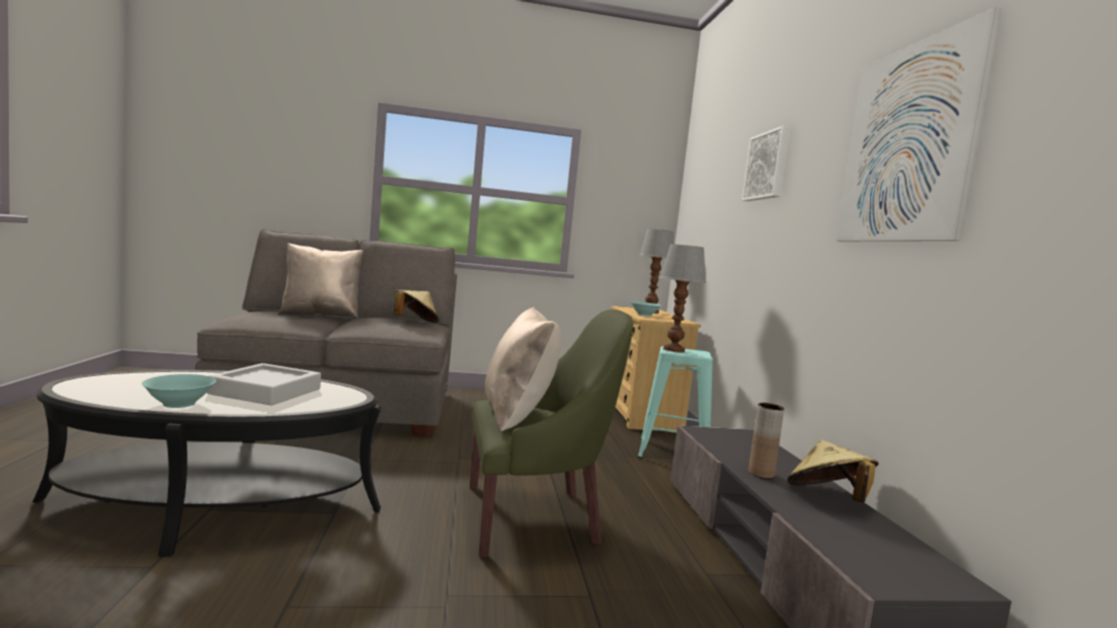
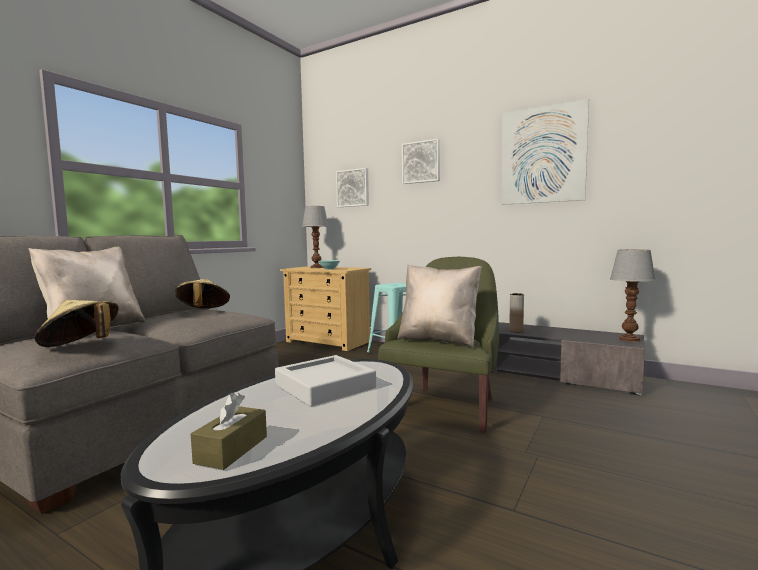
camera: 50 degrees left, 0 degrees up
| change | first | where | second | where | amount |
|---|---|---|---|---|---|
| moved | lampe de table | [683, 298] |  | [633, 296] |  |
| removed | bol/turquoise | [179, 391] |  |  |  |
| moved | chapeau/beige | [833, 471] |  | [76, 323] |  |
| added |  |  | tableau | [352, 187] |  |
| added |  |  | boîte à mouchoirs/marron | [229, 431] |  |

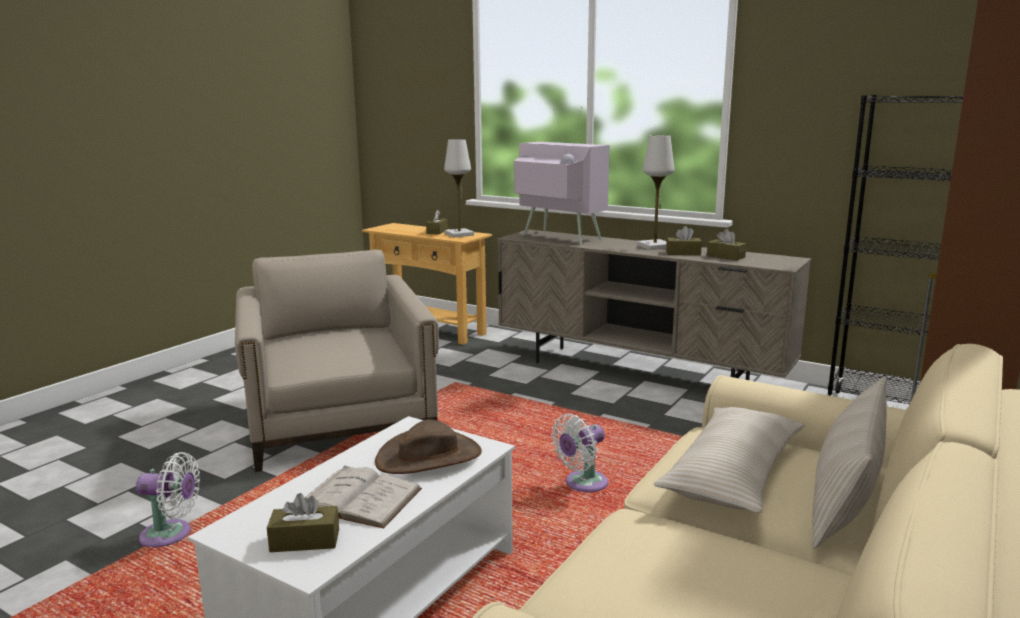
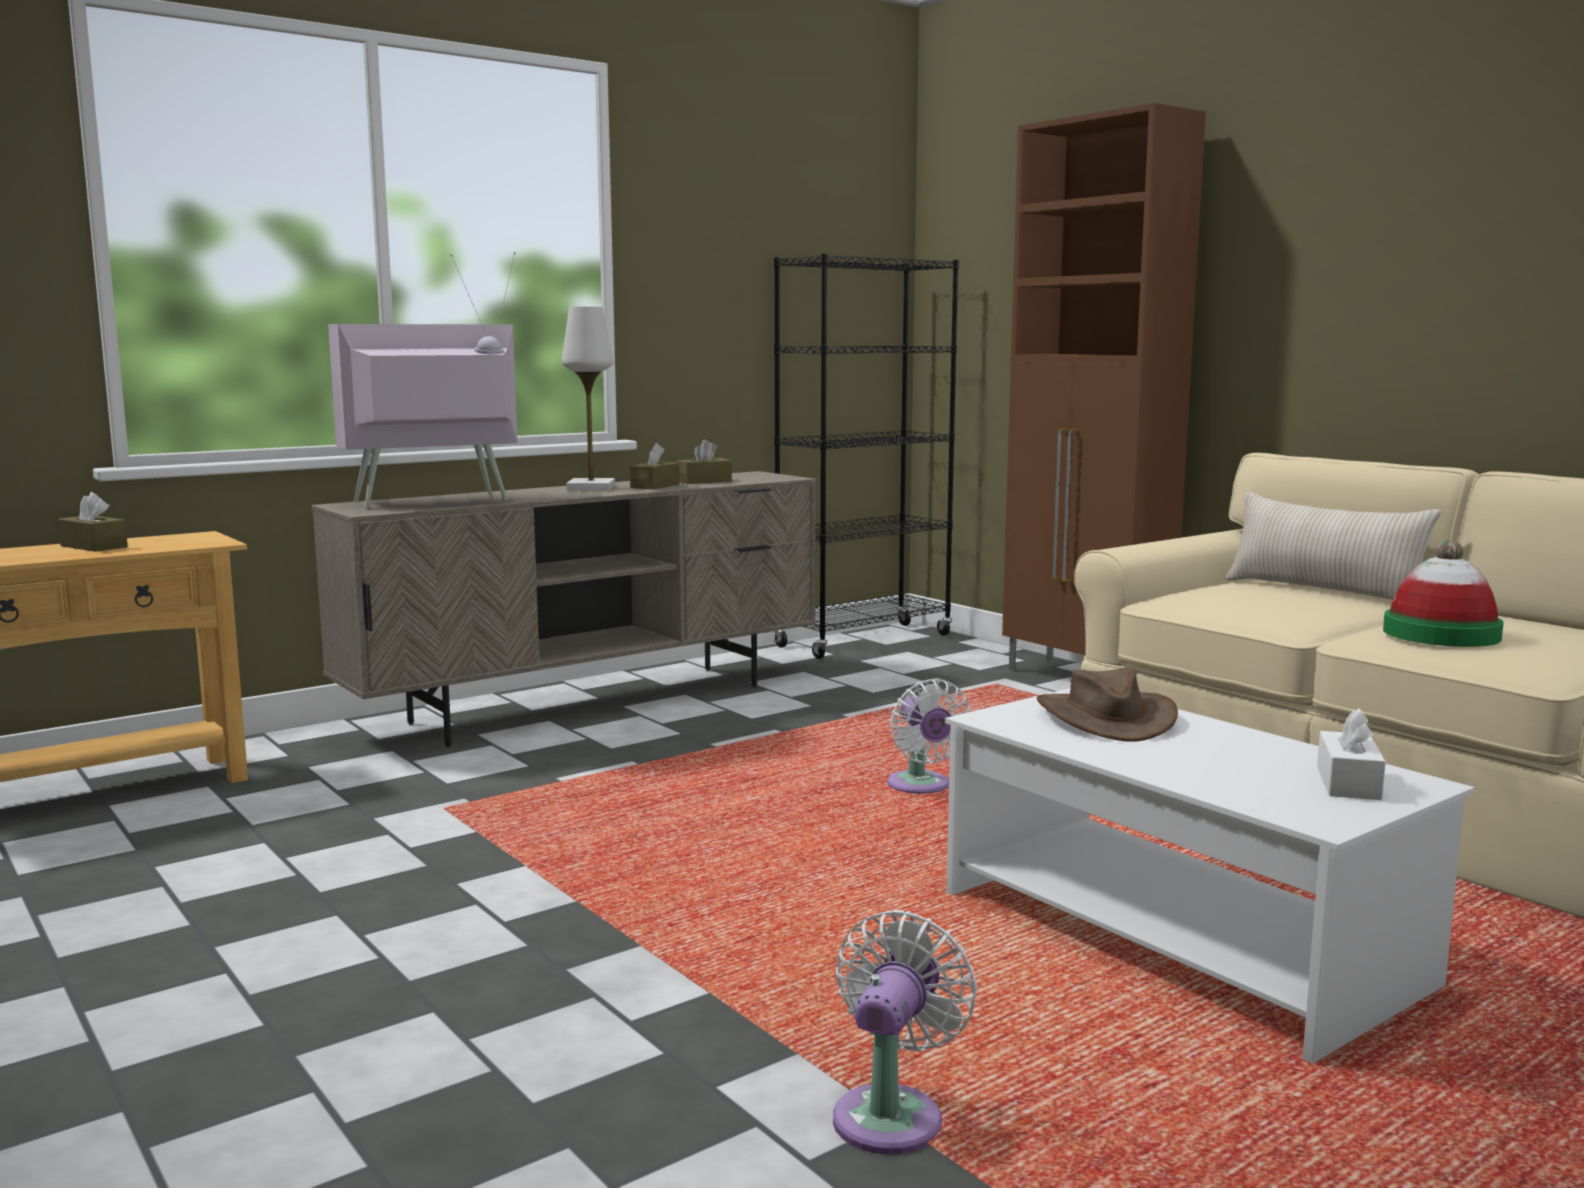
camera: 70 degrees left, 5 degrees down
| change | first | where | second | where | amount |
|---|---|---|---|---|---|
| removed | lampe de table/blanc | [459, 188] |  |  |  |
| removed | fauteuil/beige | [337, 360] |  |  |  |
| removed | coussin/beige | [729, 460] |  |  |  |
| removed | livre/blanc | [363, 496] |  |  |  |
| recoloured | boîte à mouchoirs/marron | [303, 522] | boîte à mouchoirs/blanc | [1351, 754] |  |
| added |  |  | chapeau | [1443, 593] |  |

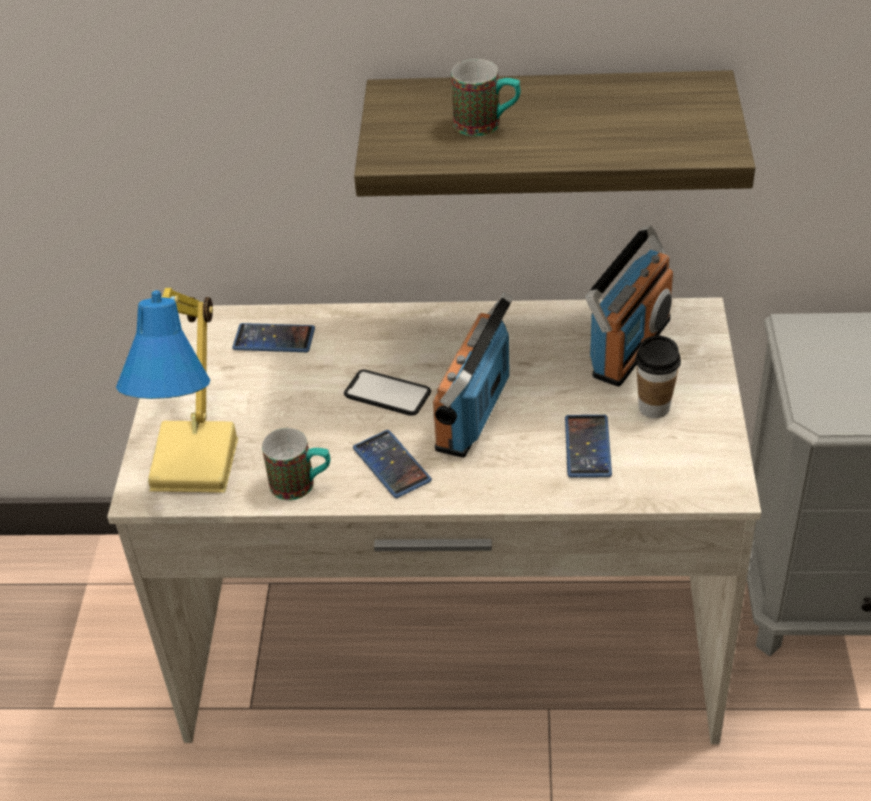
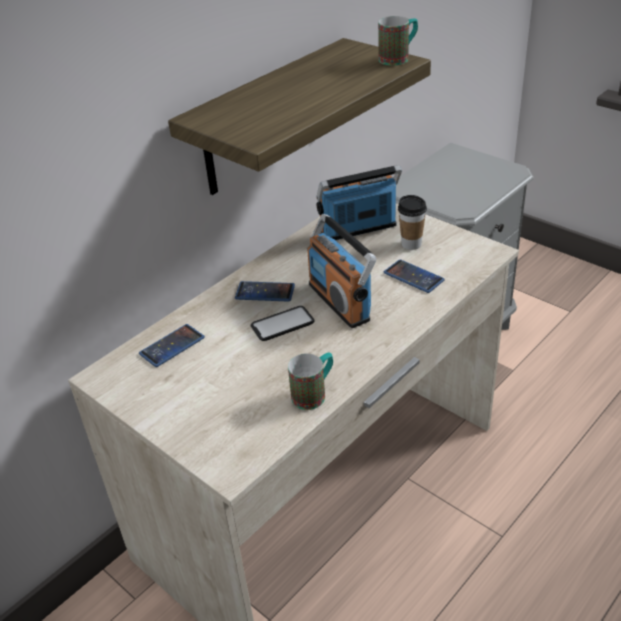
camera: 50 degrees left, 5 degrees down
| change | first | where | second | where | amount |
|---|---|---|---|---|---|
| moved | mug | [486, 97] |  | [398, 40] |  |
| turned | radio | [629, 306] |  | [359, 202] | 90 degrees counterclockwise |
| removed | lampe de table | [177, 390] |  |  |  |
| moved | téléphone | [392, 464] |  | [265, 291] |  |

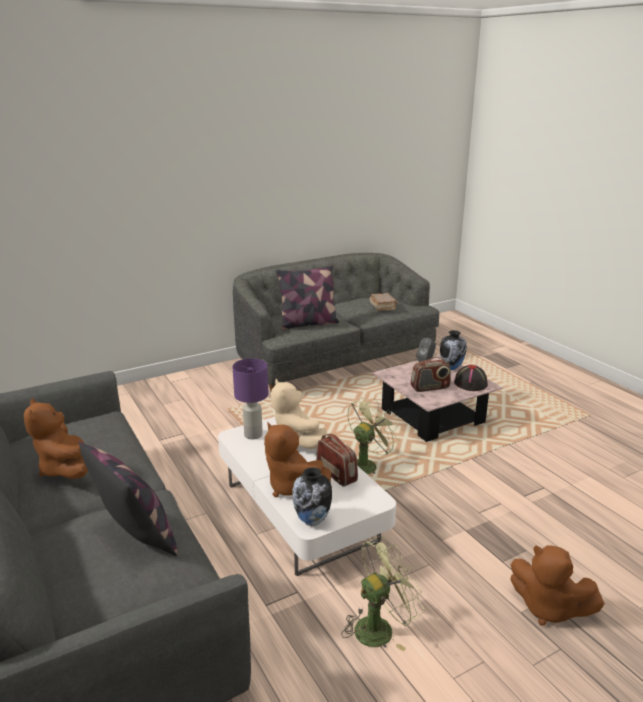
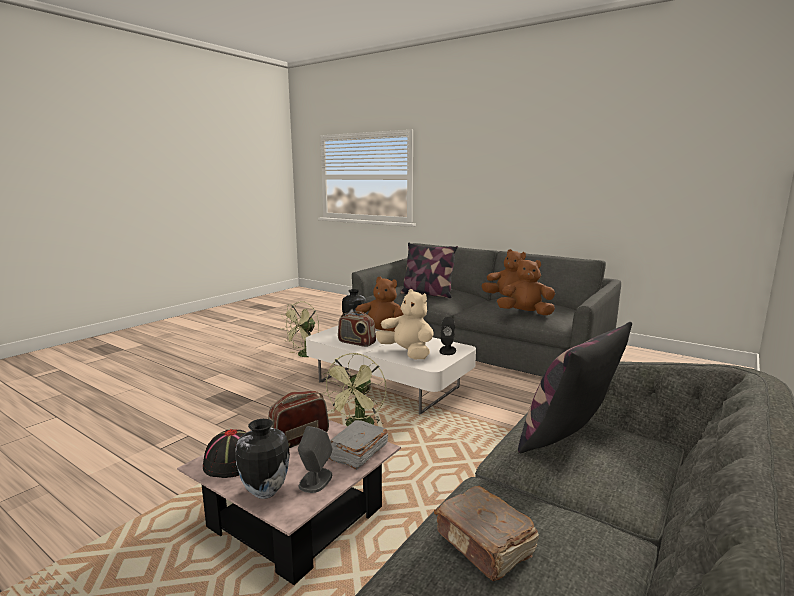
camera: 155 degrees right, 10 degrees down
| change | first | where | second | where | amount |
|---|---|---|---|---|---|
| replaced | lampe de table/violet | [250, 398] | enceinte/noir | [448, 336] |  |
| moved | peluche/marron | [557, 585] |  | [526, 286] |  |
| added |  |  | livre/gris | [358, 445] |  |

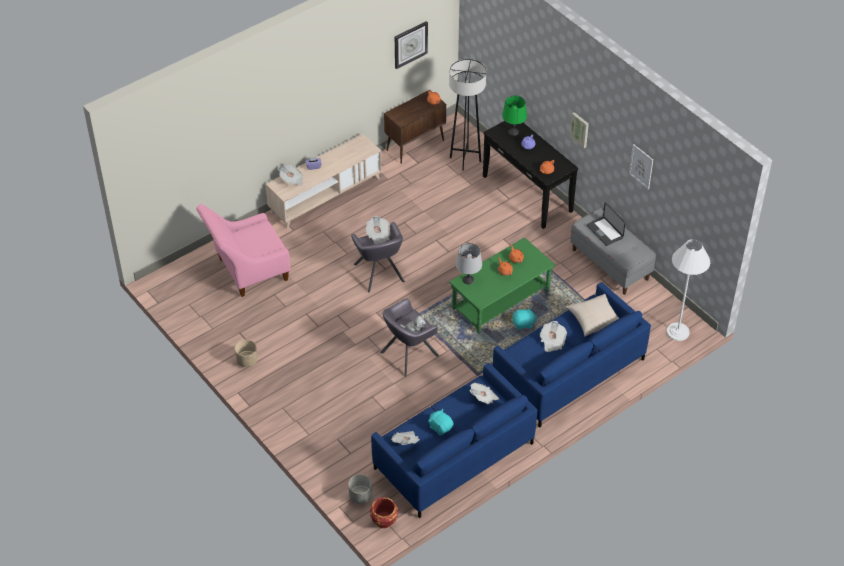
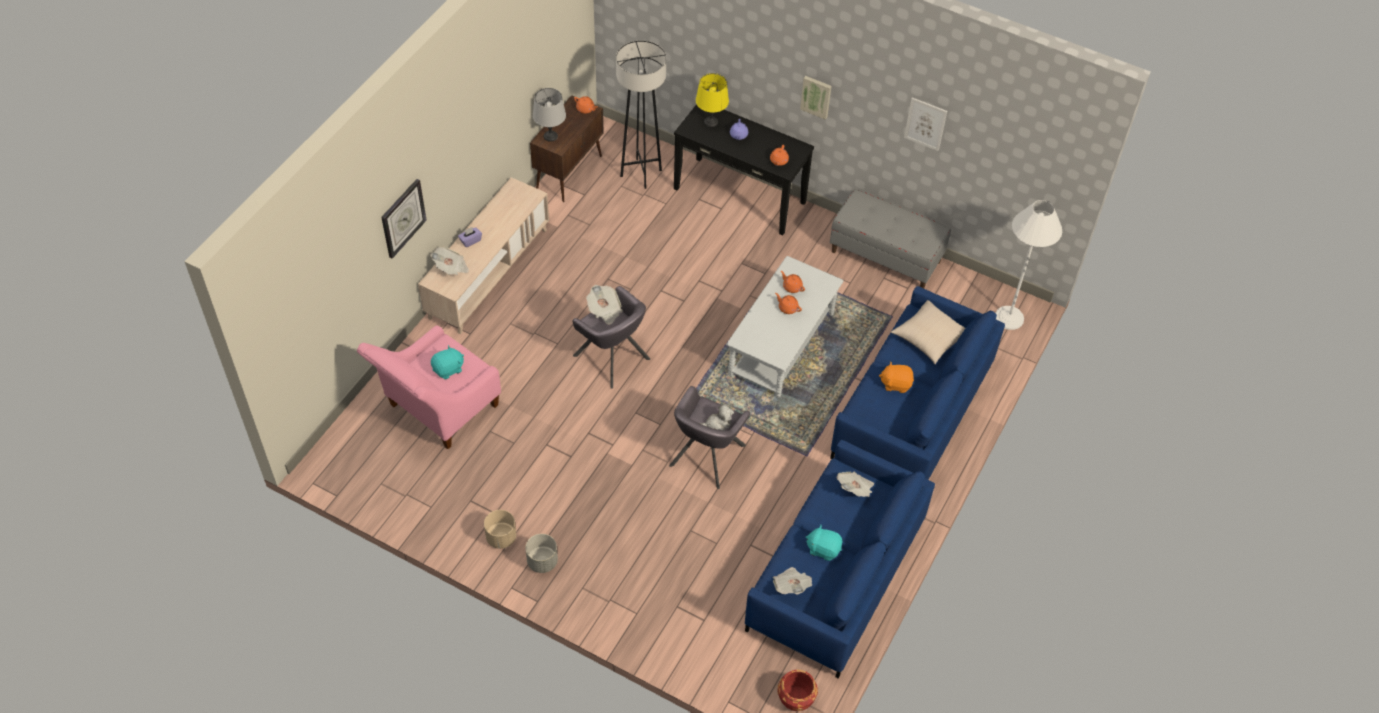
camera: 25 degrees left, 5 degrees up
| change | first | where | second | where | amount |
|---|---|---|---|---|---|
| moved | horloge murale | [411, 45] |  | [404, 218] |  |
| recoloured | lampe de table/vert | [514, 115] | lampe de table/jaune | [712, 100] |  |
| removed | ordinateur portable | [606, 224] |  |  |  |
| recoloured | table basse/vert | [502, 285] | table basse/gris | [785, 327] |  |
| moved | lampe de table/gris | [469, 263] |  | [549, 115] |  |
| moved | peluche/turquoise | [524, 318] |  | [447, 362] |  |
| replaced | journal | [553, 336] | peluche/orange | [896, 377] |  |
| moved | cache-pot/gris | [360, 489] |  | [541, 553] |  |

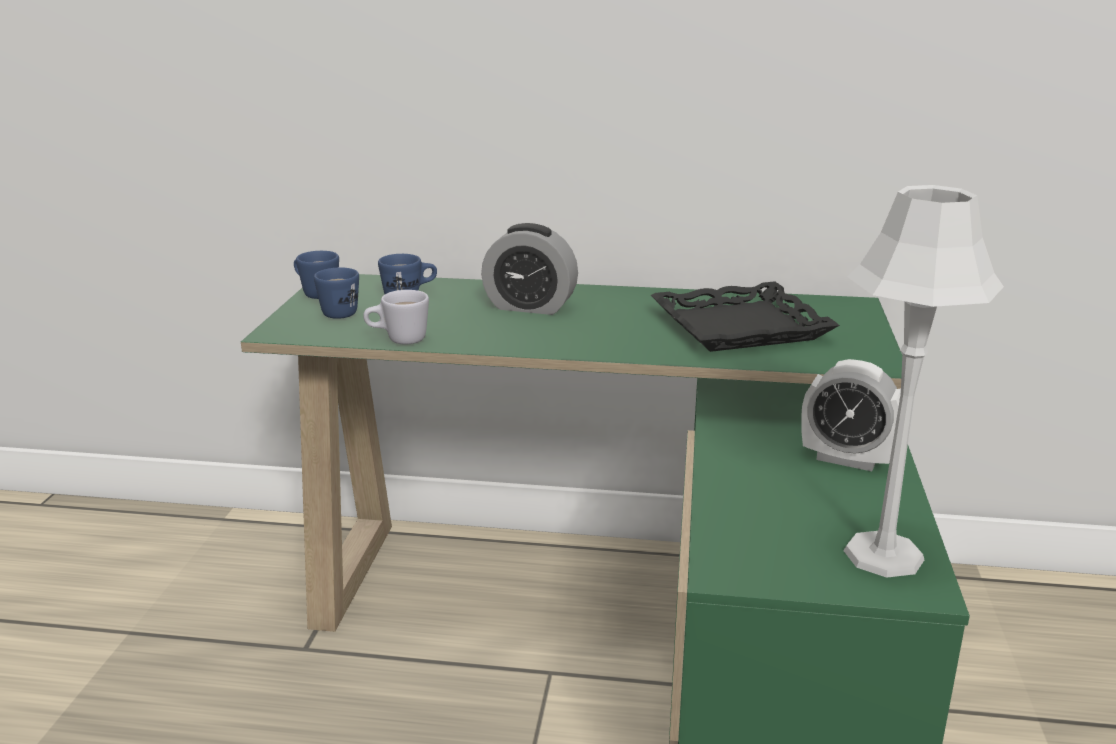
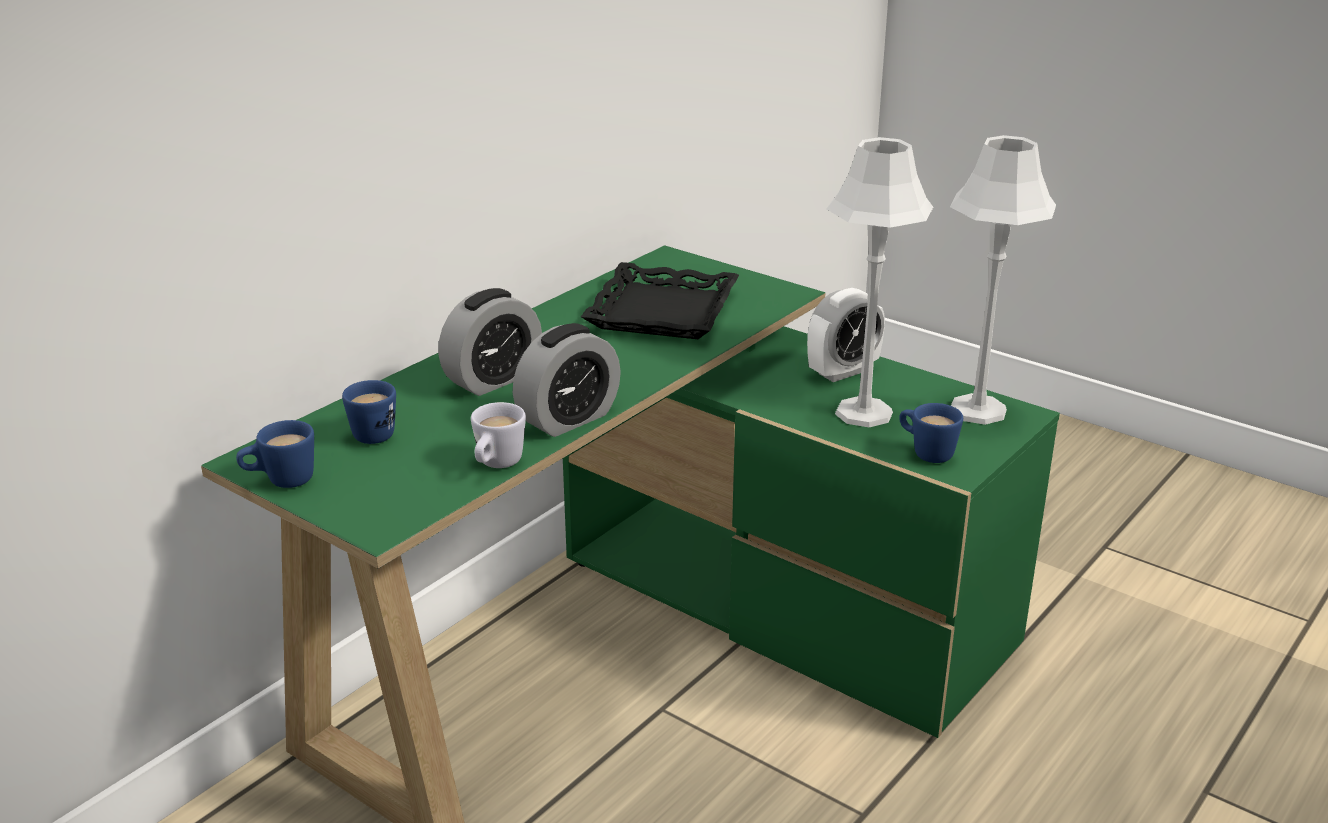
camera: 60 degrees left, 5 degrees up
| change | first | where | second | where | amount |
|---|---|---|---|---|---|
| moved | mug/bleu | [336, 293] |  | [931, 433] |  |
| added |  |  | lampe de table/gris | [879, 282] |  |
| added |  |  | réveil | [567, 380] |  |

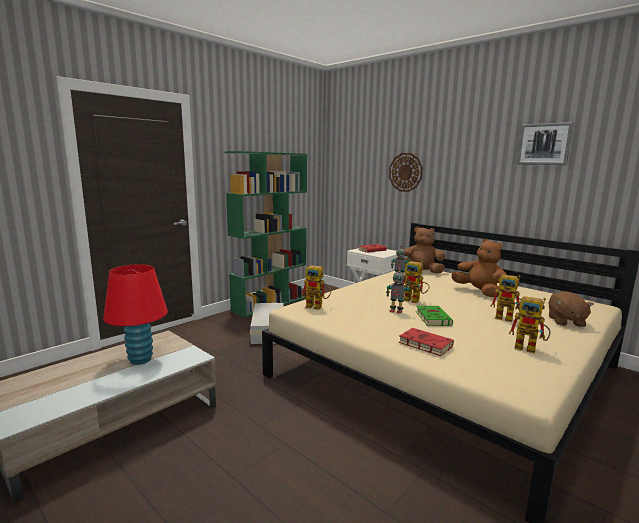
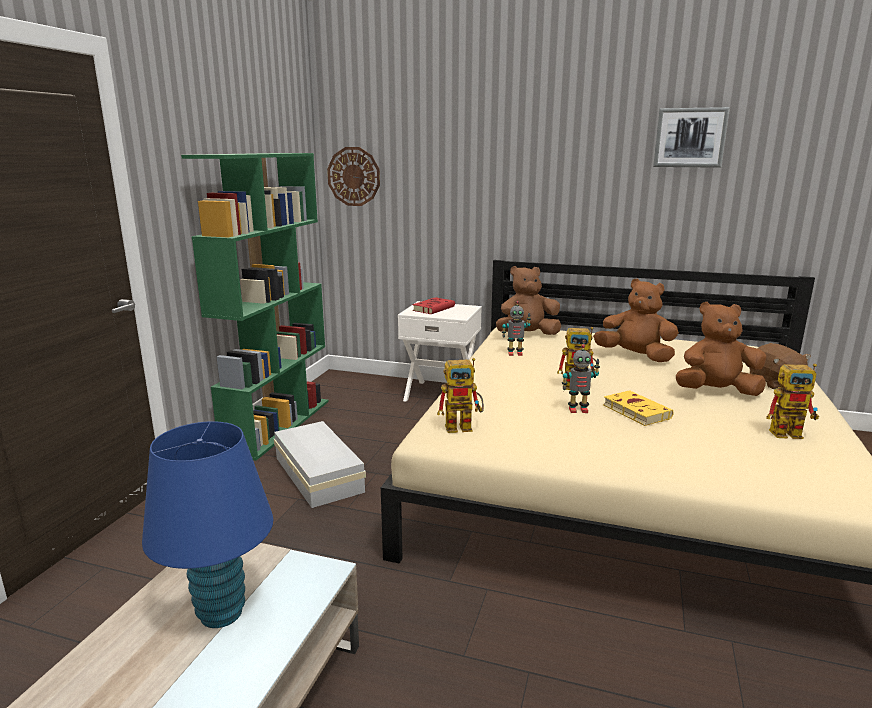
camera: 25 degrees left, 5 degrees up
| change | first | where | second | where | amount |
|---|---|---|---|---|---|
| moved | horloge murale | [406, 172] |  | [353, 176] |  |
| recoloured | lampe de table/rouge | [135, 314] | lampe de table/bleu | [208, 524] |  |
| replaced | robot jouet | [505, 298] | peluche/marron | [721, 349] |  |
| recoloured | livre/vert | [434, 316] | livre/jaune | [638, 408] |  |
| removed | livre/rouge | [426, 342] |  |  |  |

